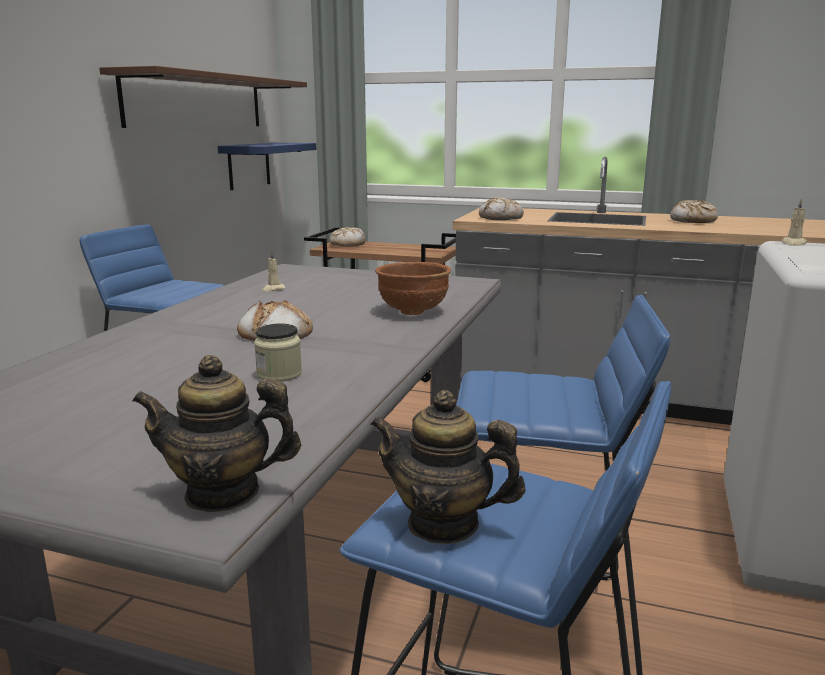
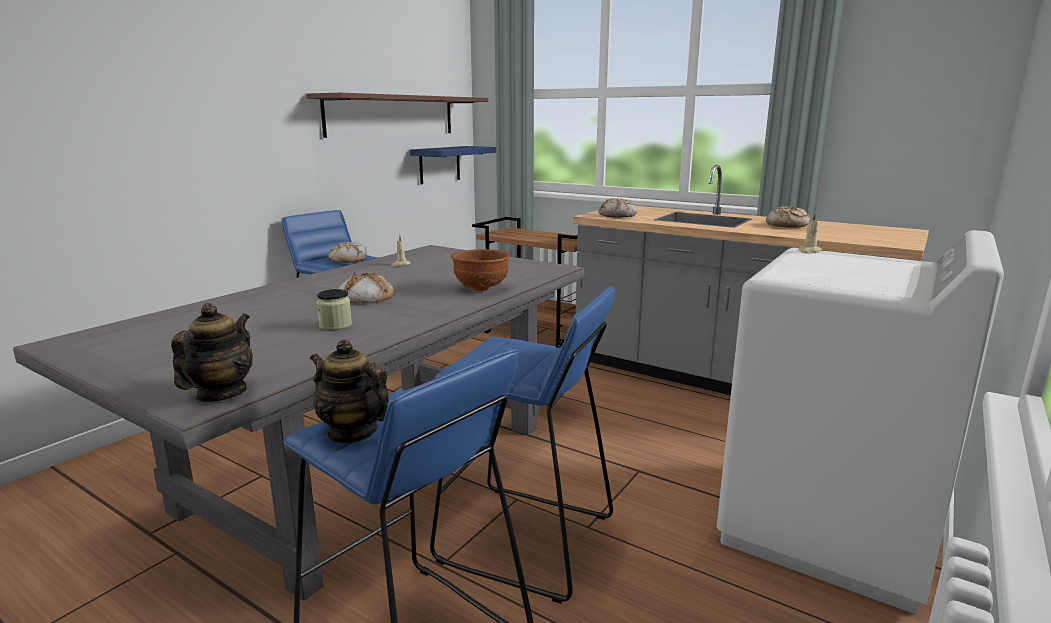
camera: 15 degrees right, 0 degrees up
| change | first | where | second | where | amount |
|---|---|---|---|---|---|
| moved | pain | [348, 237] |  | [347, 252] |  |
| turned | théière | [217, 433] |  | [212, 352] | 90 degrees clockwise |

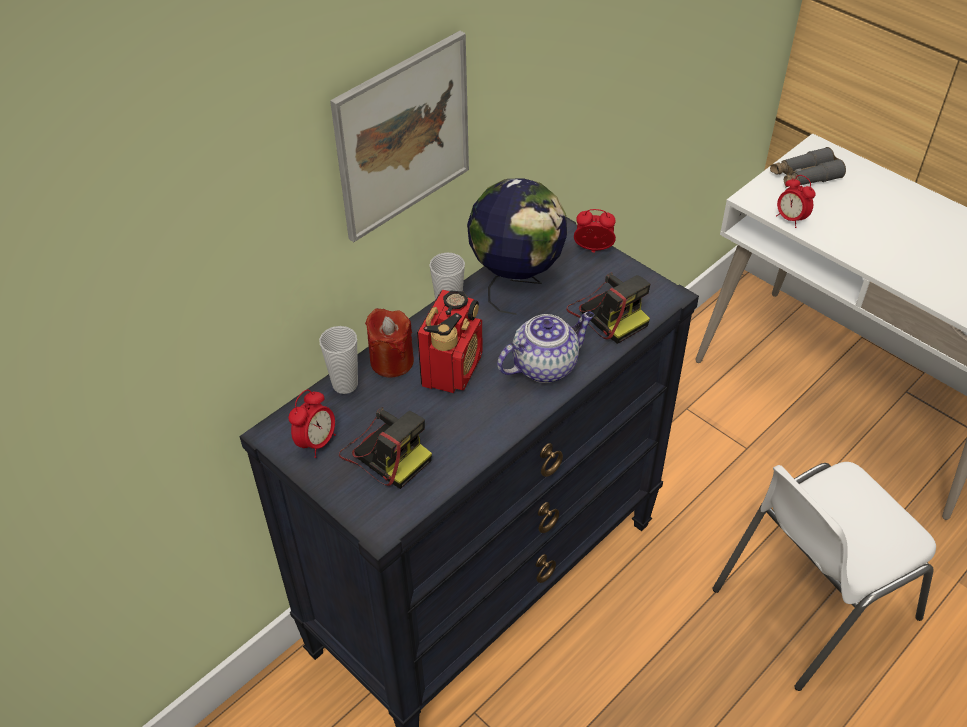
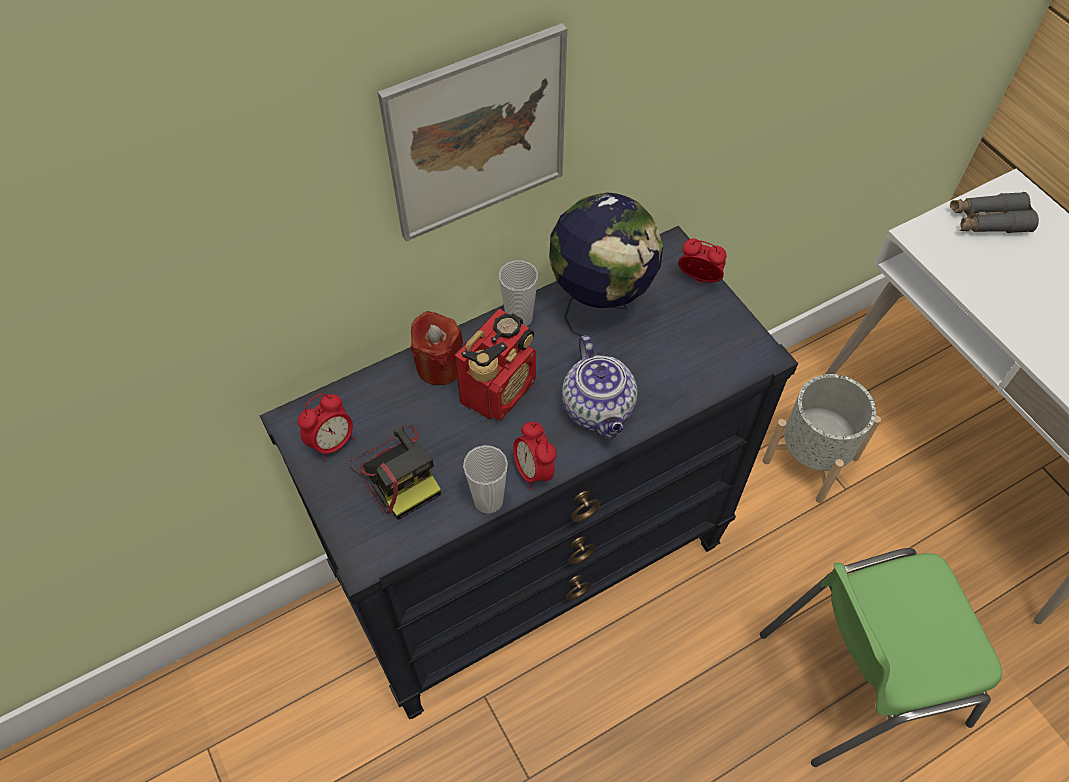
camera: 15 degrees right, 10 degrees up
| change | first | where | second | where | amount |
|---|---|---|---|---|---|
| moved | réveil | [796, 201] |  | [535, 456] |  |
| removed | appareil photo | [608, 308] |  |  |  |
| turned | théière | [545, 347] |  | [599, 387] | 90 degrees clockwise |
| moved | tasse | [338, 360] |  | [485, 479] |  |
| recoloured | chaise/blanc | [824, 576] | chaise/vert | [881, 657] |  |
| added |  |  | cache-pot/gris | [821, 438] |  |

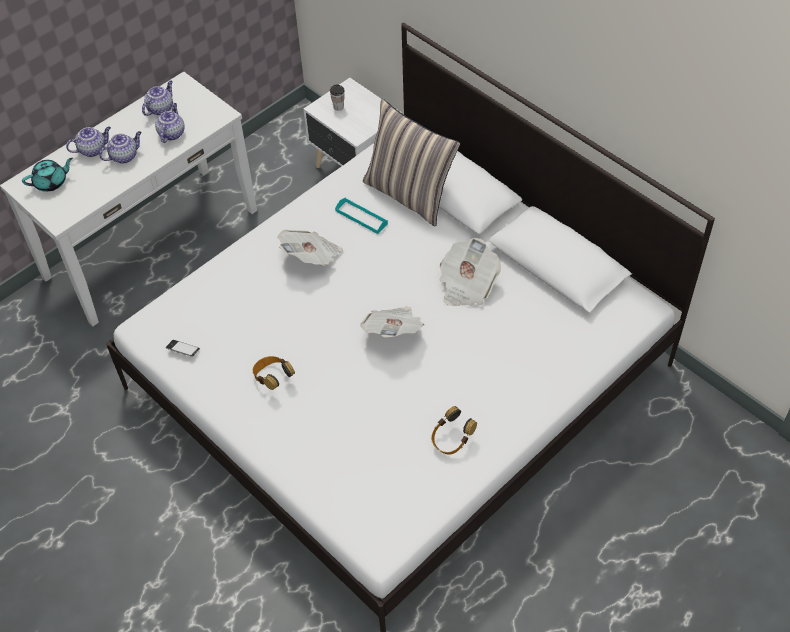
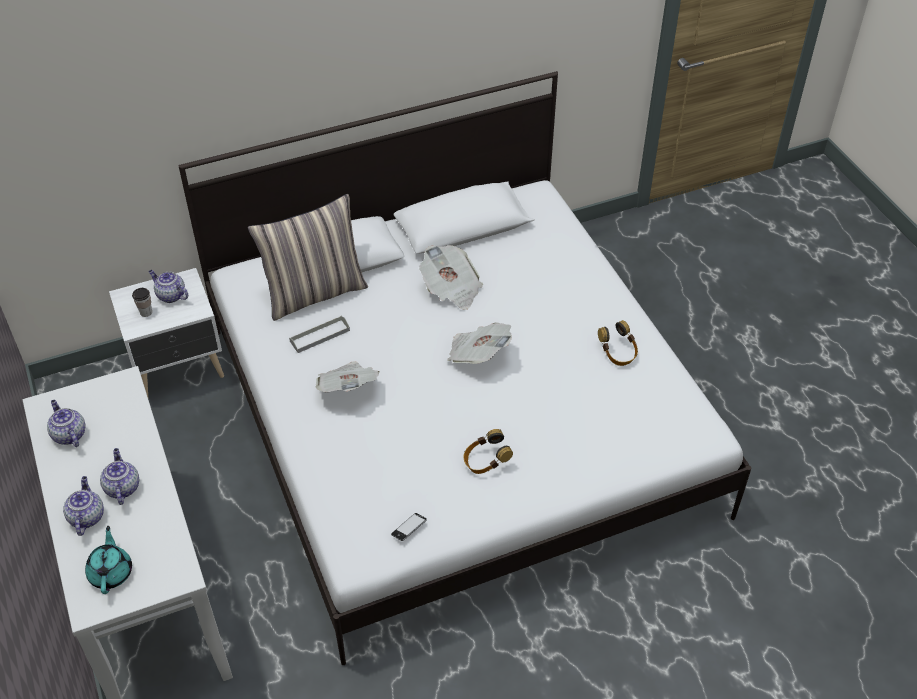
camera: 70 degrees left, 5 degrees down
| change | first | where | second | where | amount |
|---|---|---|---|---|---|
| moved | théière | [169, 123] |  | [168, 286] |  |
| recoloured | plateau/turquoise | [361, 216] | plateau/gris | [319, 334] |  |

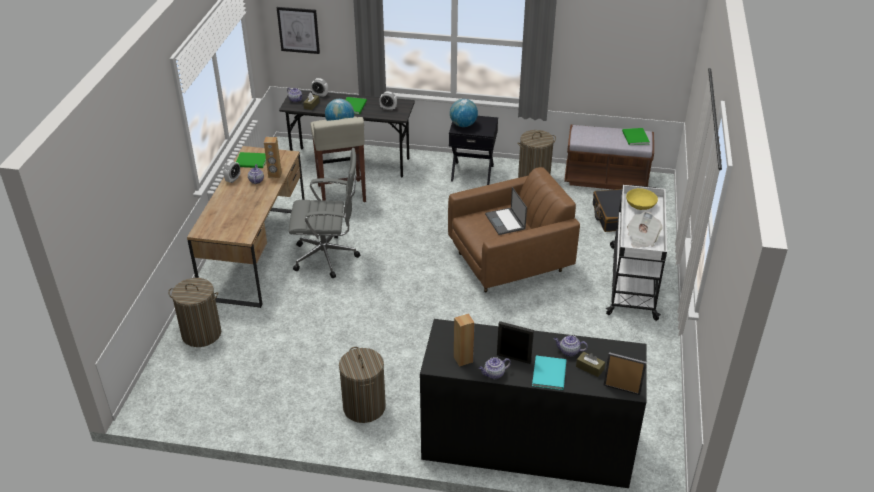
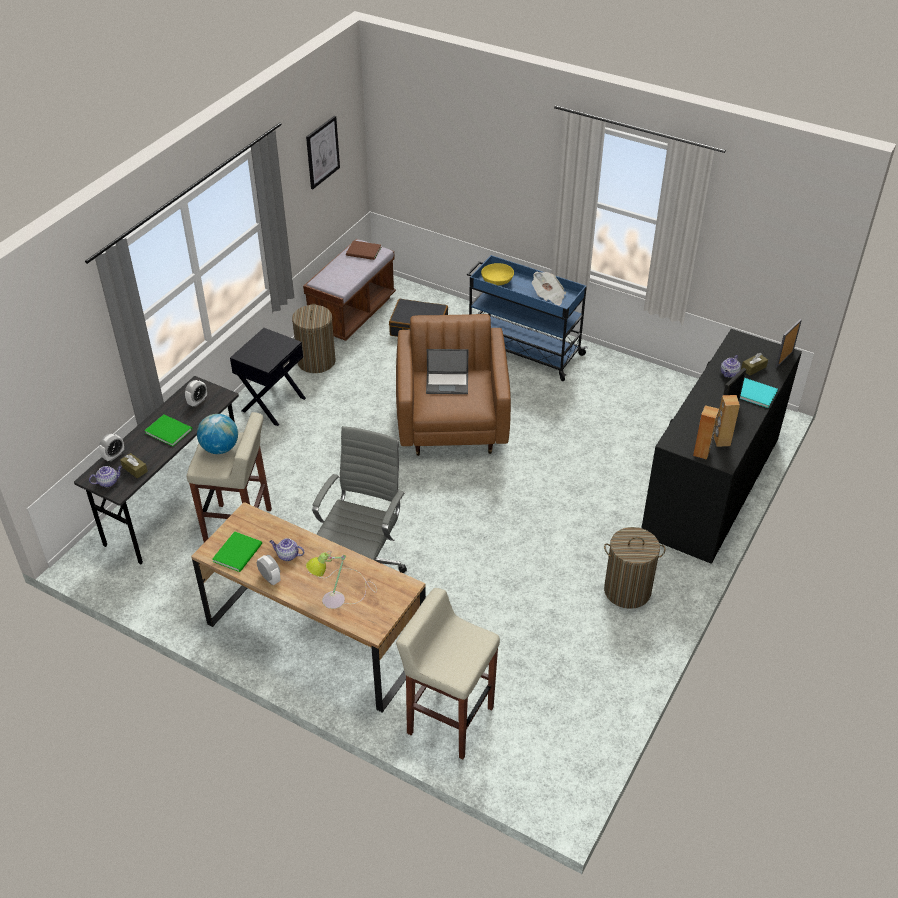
camera: 70 degrees left, 5 degrees up
| change | first | where | second | where | amount |
|---|---|---|---|---|---|
| moved | tableau | [298, 30] |  | [323, 152] |  |
| removed | globe | [464, 113] |  |  |  |
| recoloured | livre/vert | [636, 136] | livre/marron | [363, 250] |  |
| moved | enceinte/marron | [273, 157] |  | [706, 432] |  |
| recoloured | chariot/blanc | [636, 253] | chariot/bleu | [527, 318] |  |
| replaced | panier à linge | [194, 312] | tabouret/beige | [448, 673] |  |
| removed | théière | [495, 368] |  |  |  |
| added |  |  | lampe de table | [341, 580] |  |

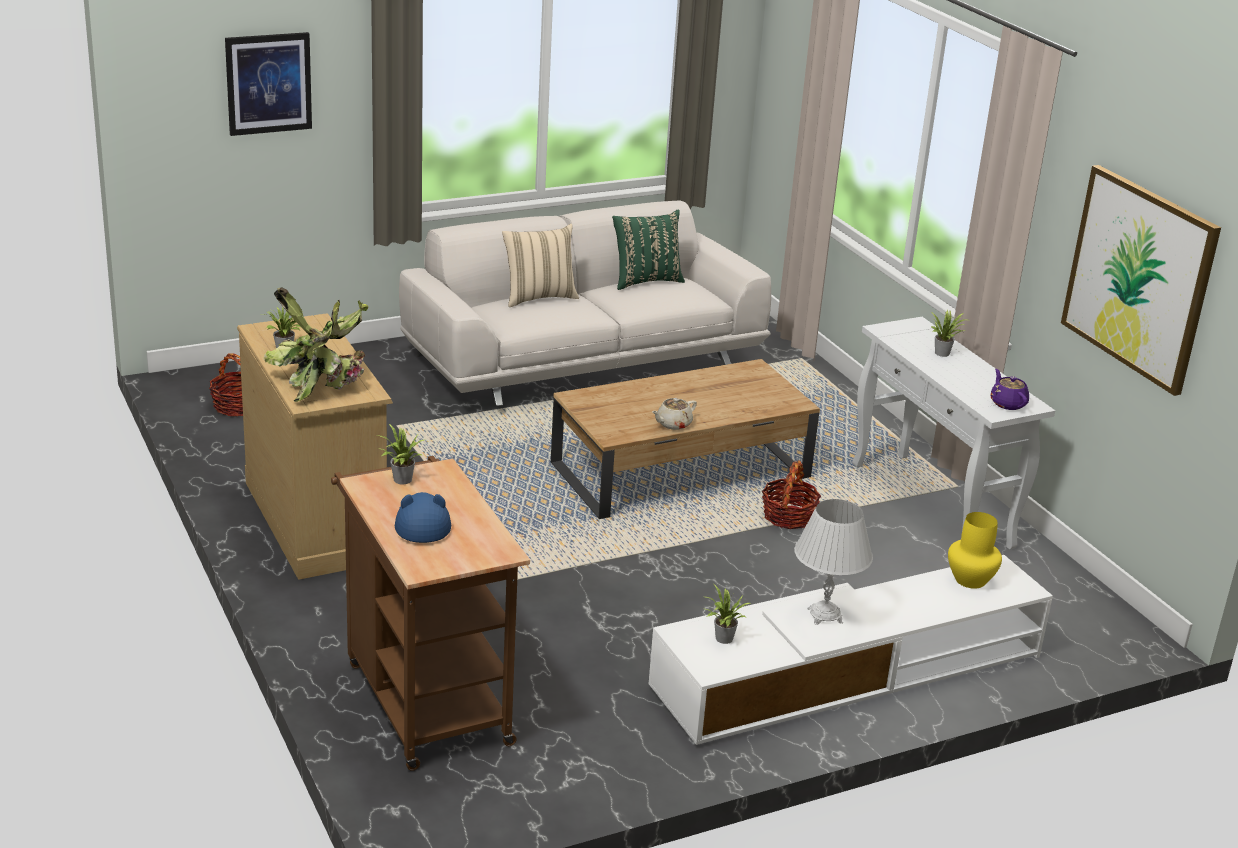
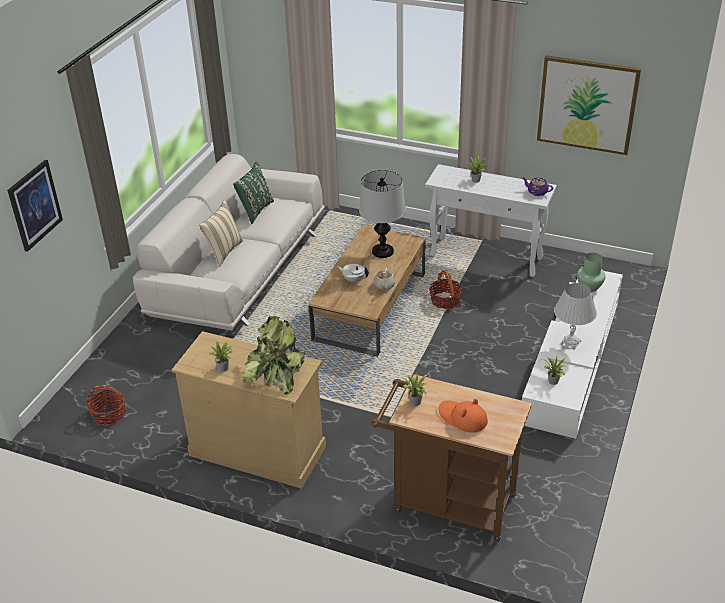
camera: 40 degrees left, 10 degrees up
| change | first | where | second | where | amount |
|---|---|---|---|---|---|
| recoloured | chapeau/bleu | [423, 517] | chapeau/orange | [463, 416] |  |
| recoloured | vase/jaune | [975, 550] | vase/vert | [591, 272] |  |
| added |  |  | lampe de table | [382, 214] |  |
| added |  |  | théière/blanc | [353, 273] |  |

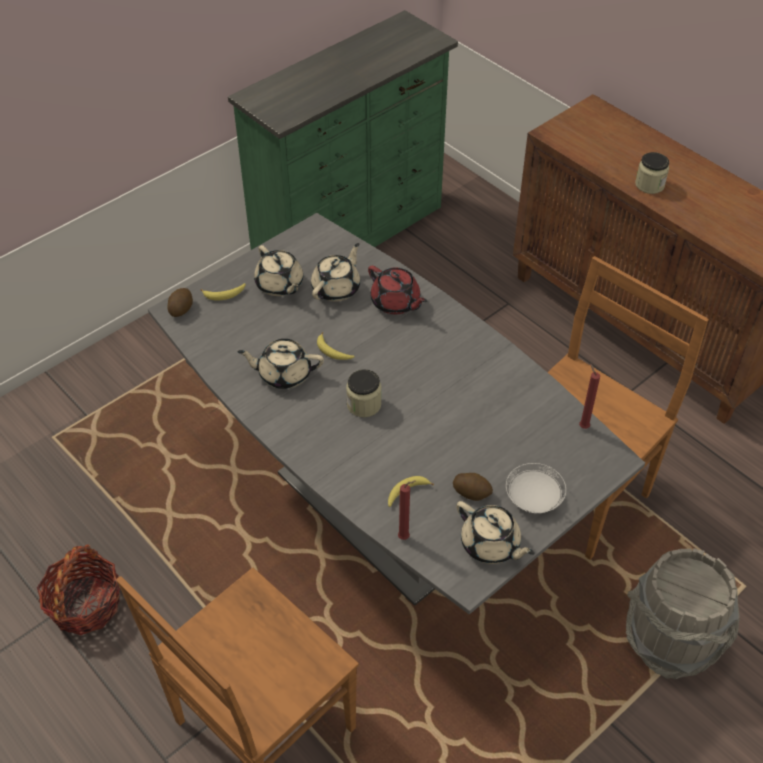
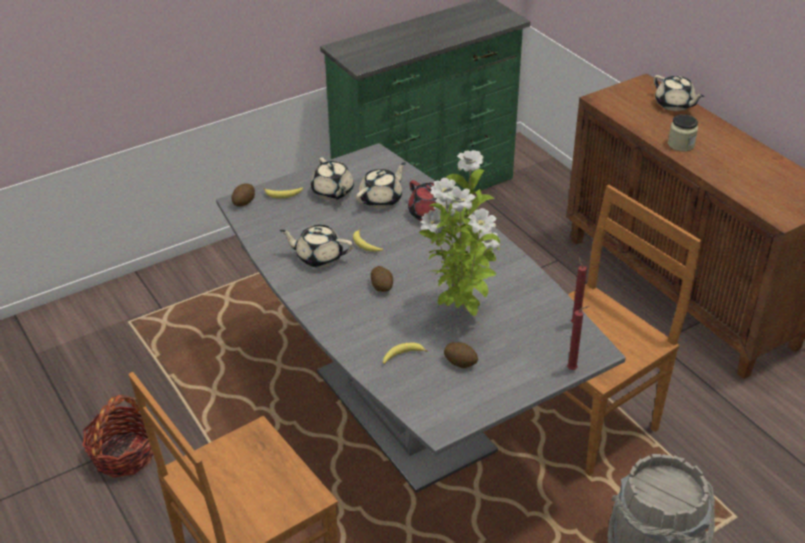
camera: 10 degrees right, 10 degrees down
| change | first | where | second | where | amount |
|---|---|---|---|---|---|
| replaced | bocal | [363, 393] | pomme de terre | [382, 279] |  |
| removed | assiette/blanc | [536, 488] |  |  |  |
| moved | bougie/rouge | [406, 510] |  | [578, 338] |  |
| moved | théière/beige | [495, 532] |  | [679, 93] |  |
| added |  |  | plante en pot | [459, 233] |  |

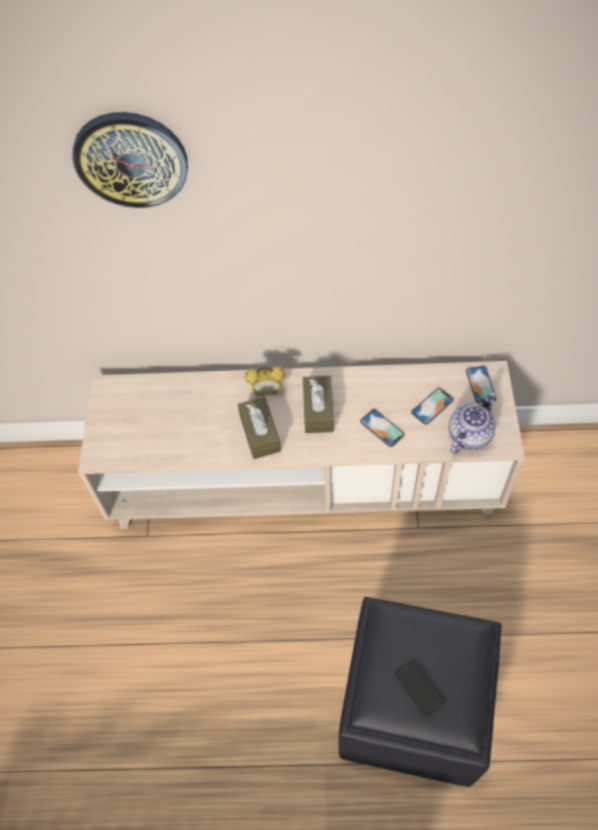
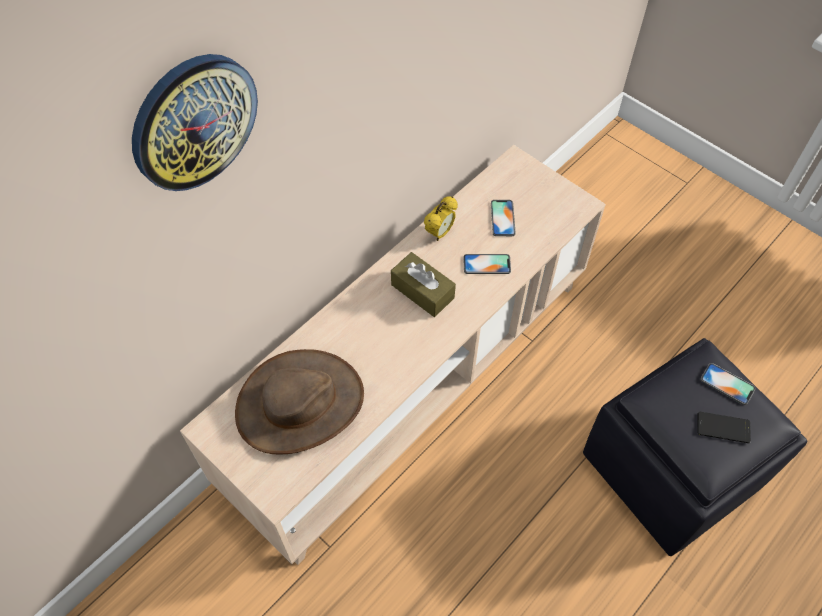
camera: 50 degrees left, 0 degrees up
| change | first | where | second | where | amount |
|---|---|---|---|---|---|
| moved | réveil | [265, 381] |  | [441, 218] |  |
| moved | téléphone | [481, 385] |  | [728, 384] |  |
| removed | théière | [472, 423] |  |  |  |
| removed | boîte à mouchoirs/marron | [259, 428] |  |  |  |
| added |  |  | chapeau/marron | [299, 401] |  |

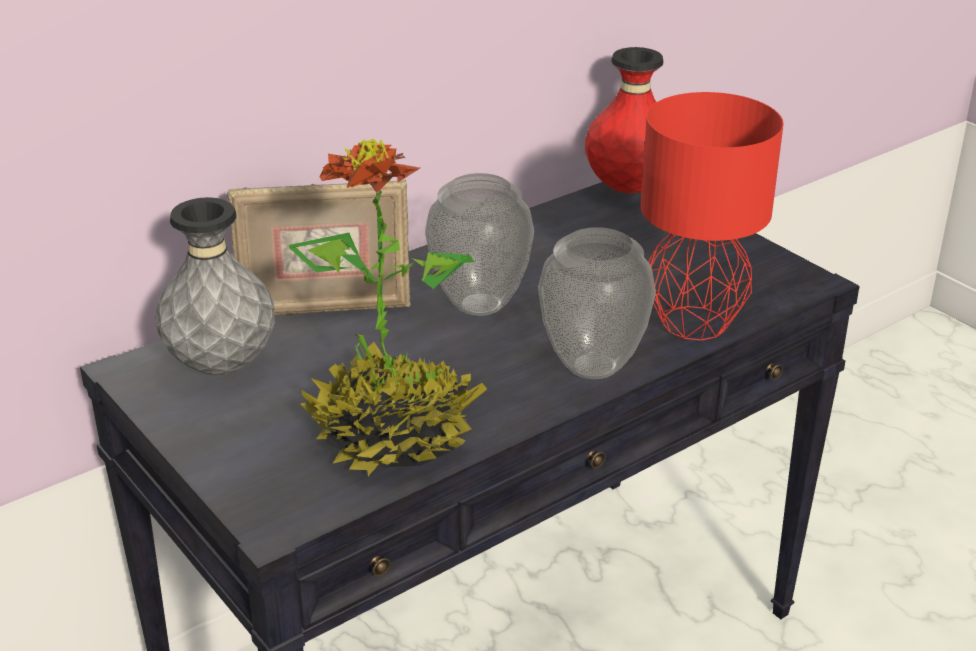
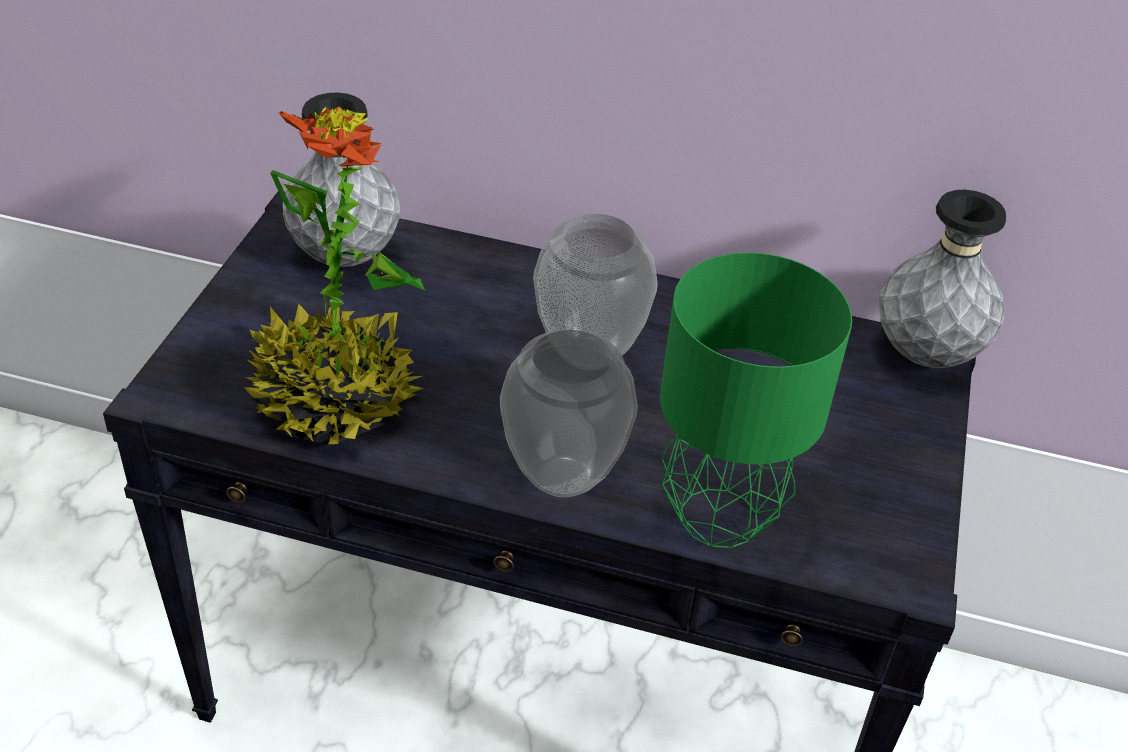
camera: 50 degrees right, 10 degrees up
| change | first | where | second | where | amount |
|---|---|---|---|---|---|
| recoloured | vase/rouge | [624, 120] | vase/gris | [942, 279] |  |
| recoloured | lampe de table/rouge | [712, 216] | lampe de table/vert | [756, 400] |  |
| removed | cadre photo | [319, 247] |  |  |  |

